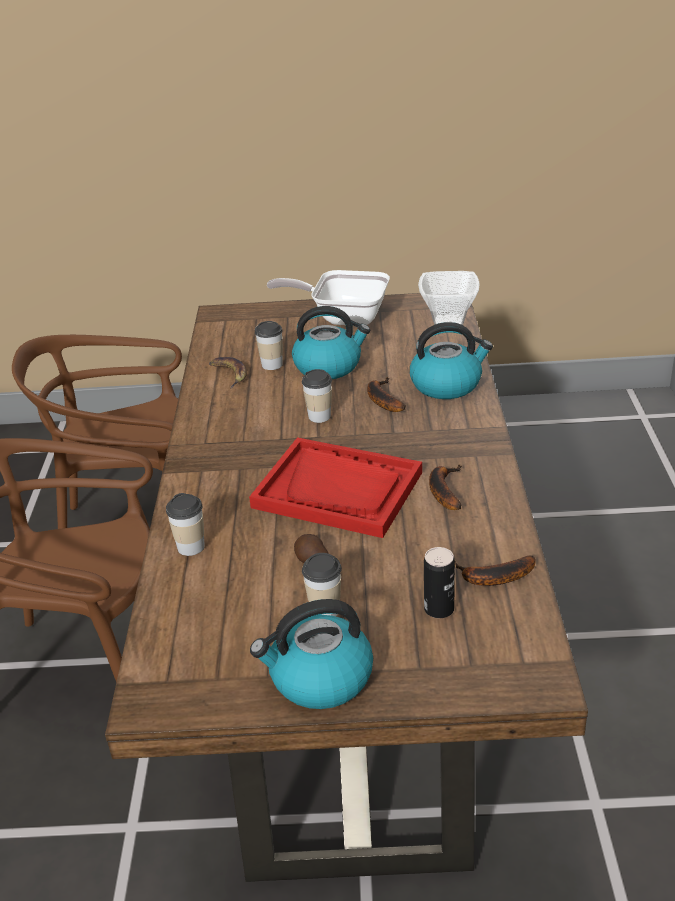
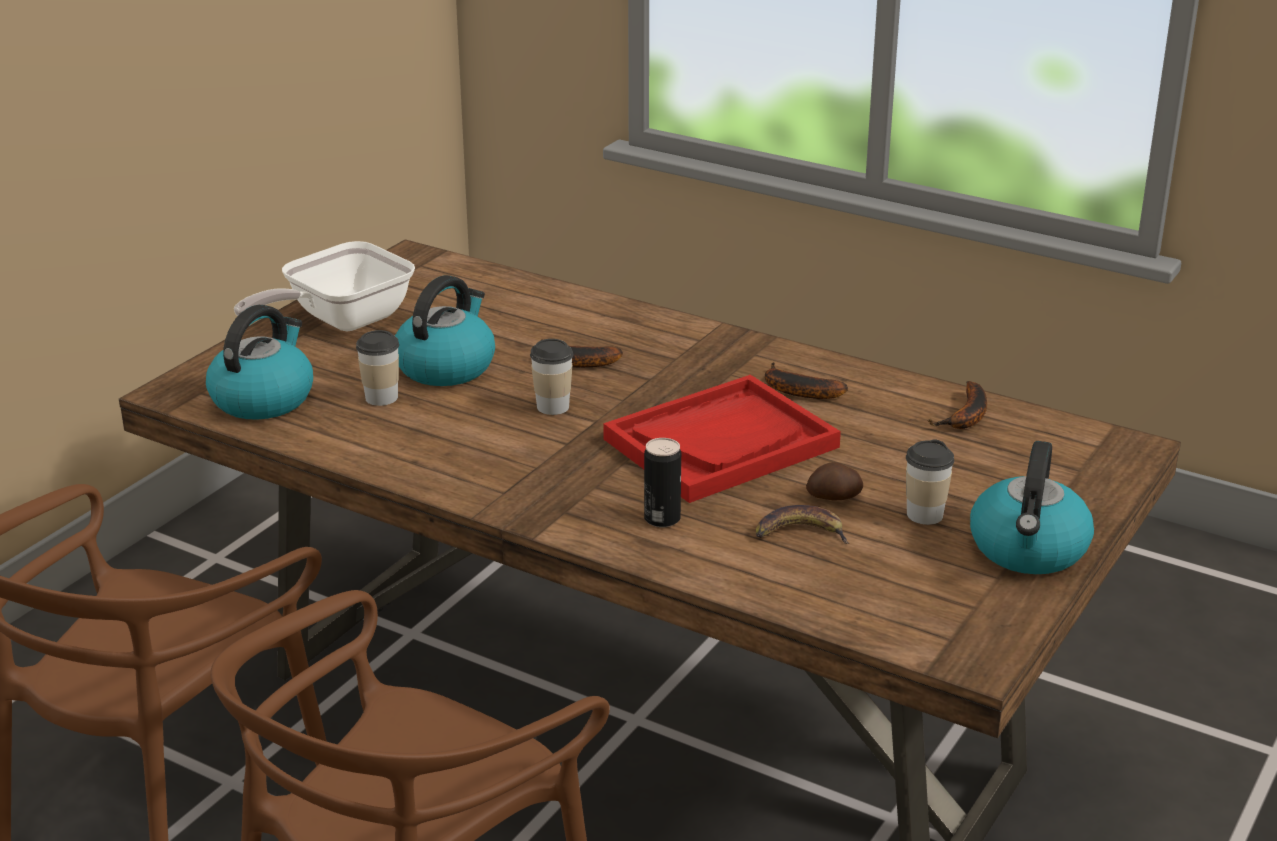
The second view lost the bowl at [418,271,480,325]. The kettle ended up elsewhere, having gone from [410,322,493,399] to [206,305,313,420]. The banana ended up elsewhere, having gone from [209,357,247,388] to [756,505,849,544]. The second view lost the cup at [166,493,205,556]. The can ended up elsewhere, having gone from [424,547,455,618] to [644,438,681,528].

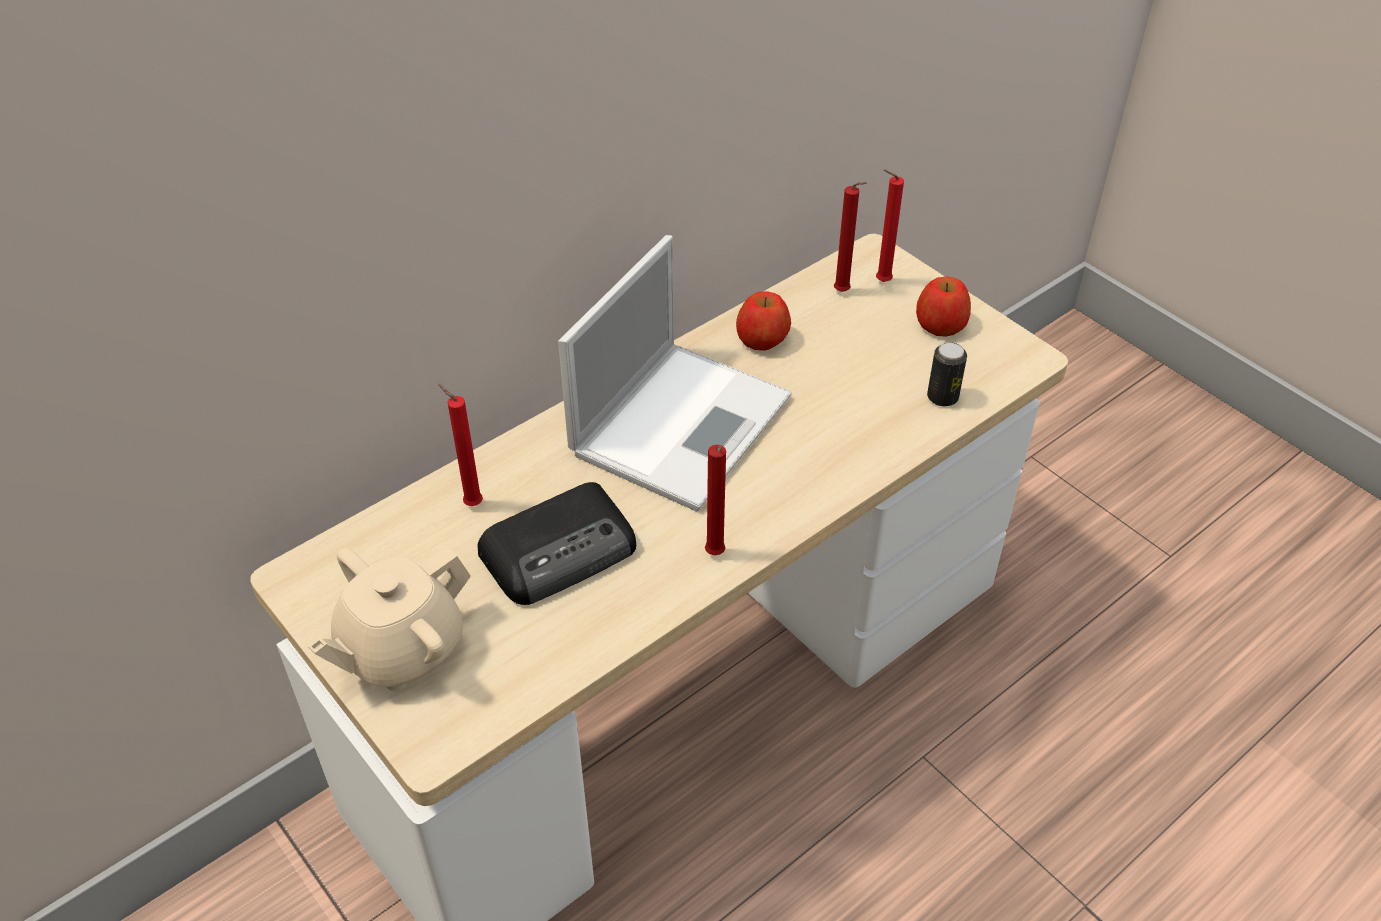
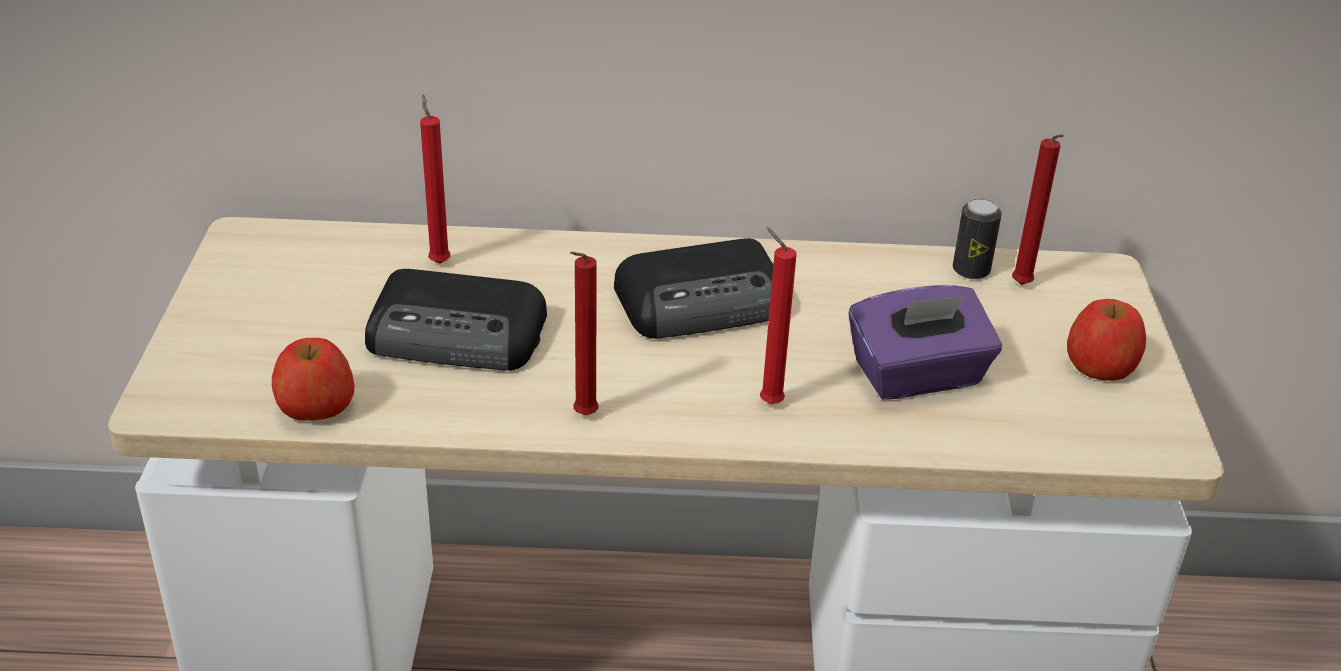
The candle/red ended up elsewhere, having gone from [876,170,904,282] to [760,227,797,404]. Where the laptop stood at [558,235,792,512], the radio came to stand at [614,238,773,339]. The apple ended up elsewhere, having gone from [736,291,791,351] to [272,338,355,421]. The can ended up elsewhere, having gone from [927,342,967,406] to [953,198,1002,279]. The second view lost the teapot/beige at [308,546,471,691]. The second view gained the tissue box/purple at [849,285,1002,400].

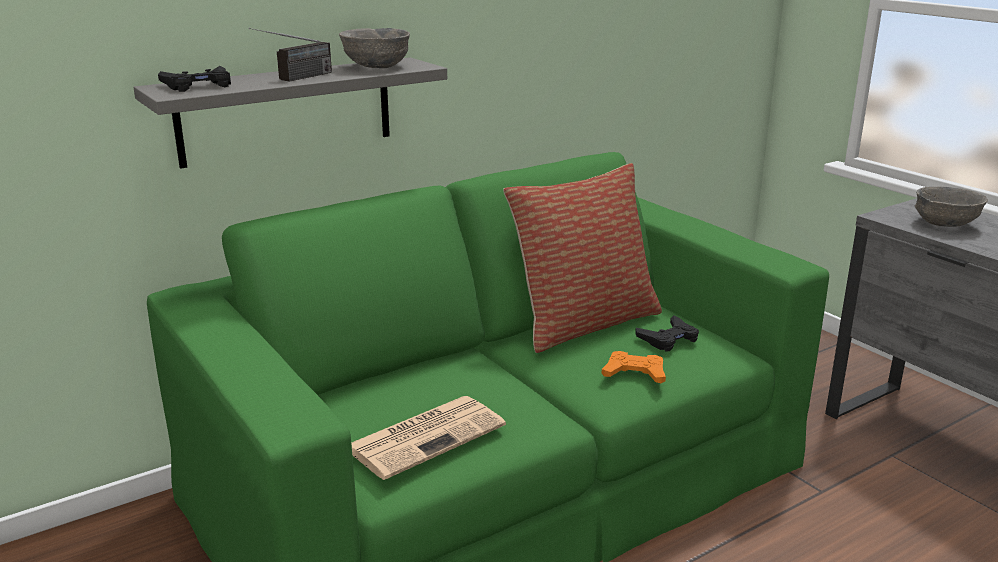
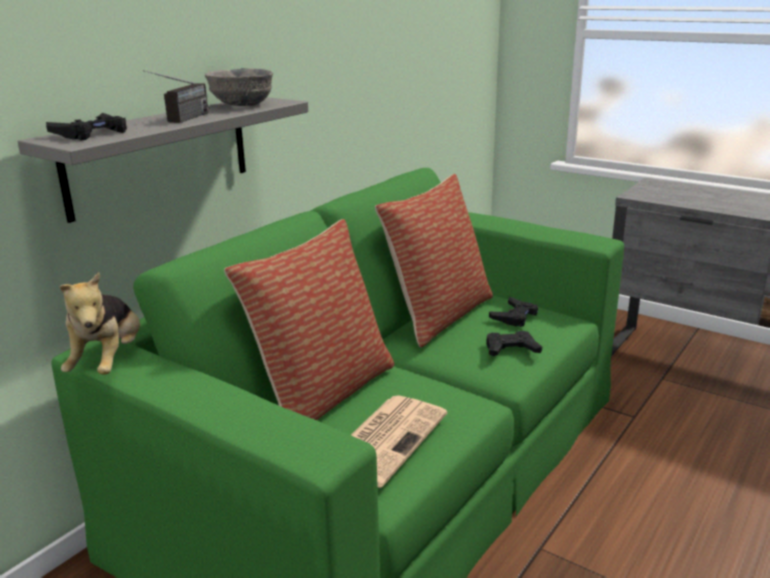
The second view lost the bowl/grey at [915,187,988,227]. What was the game controller/orange at [602,351,666,383] turned into the game controller/black at [486,331,542,356]. The second view gained the pillow at [224,219,394,420]. The second view gained the plush toy at [59,272,140,375].

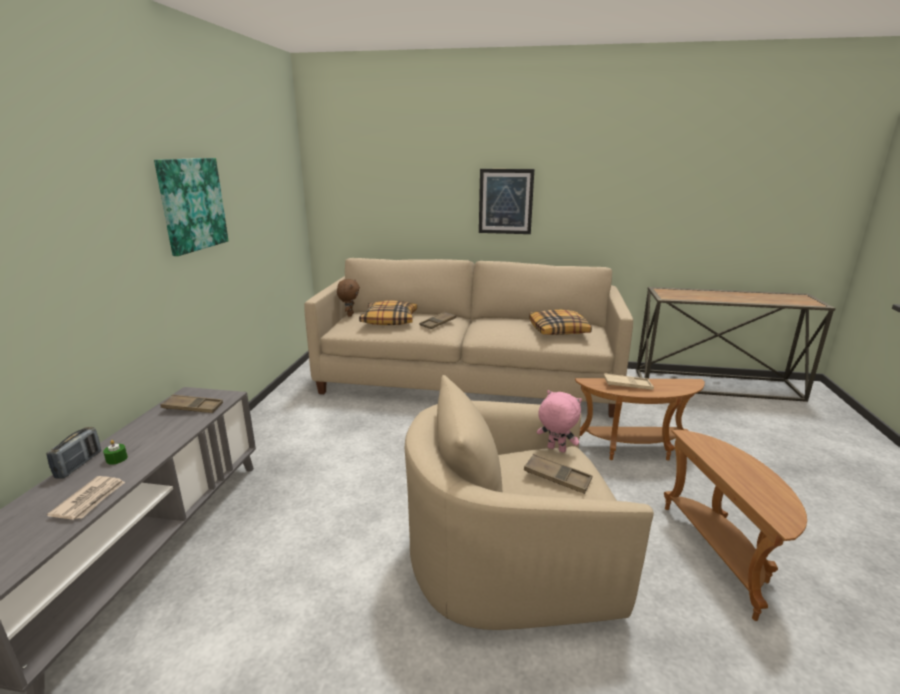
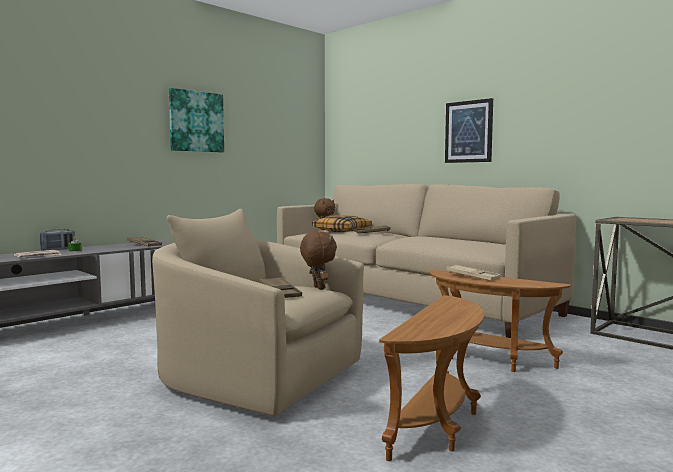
The second view lost the pillow at [529,310,592,335]. What was the plush toy/pink at [537,390,582,453] turned into the plush toy/brown at [300,231,337,290].

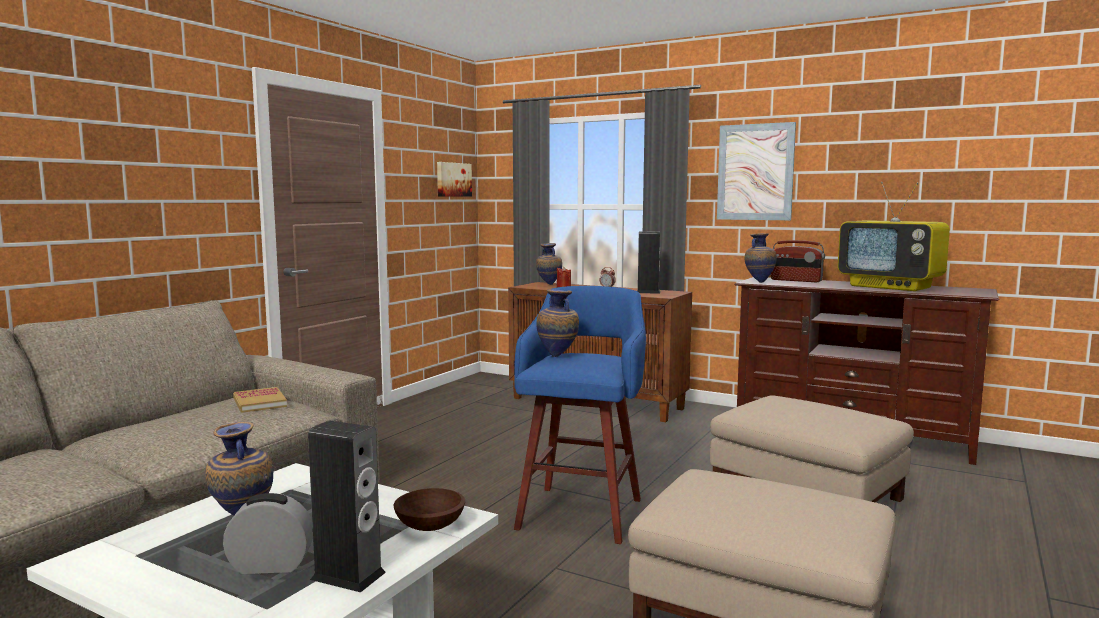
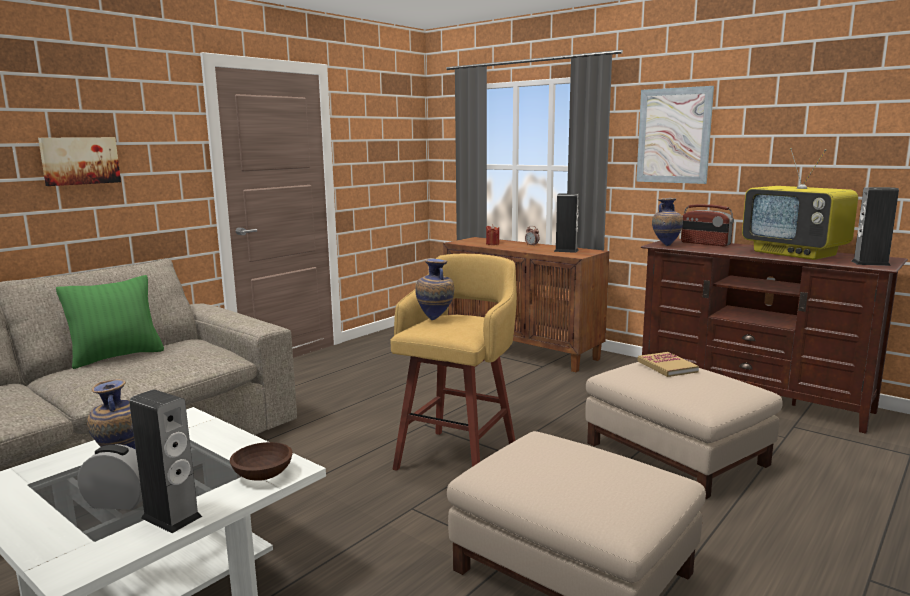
The picture ended up elsewhere, having gone from [437,162,472,197] to [38,137,121,186]. The second view lost the vase at [536,243,562,285]. What was the stool/blue at [514,286,646,544] turned into the stool/yellow at [390,254,517,471]. The book ended up elsewhere, having gone from [233,387,287,413] to [638,352,699,377]. The second view gained the speaker at [852,187,899,266]. The second view gained the pillow/green at [56,275,164,369].

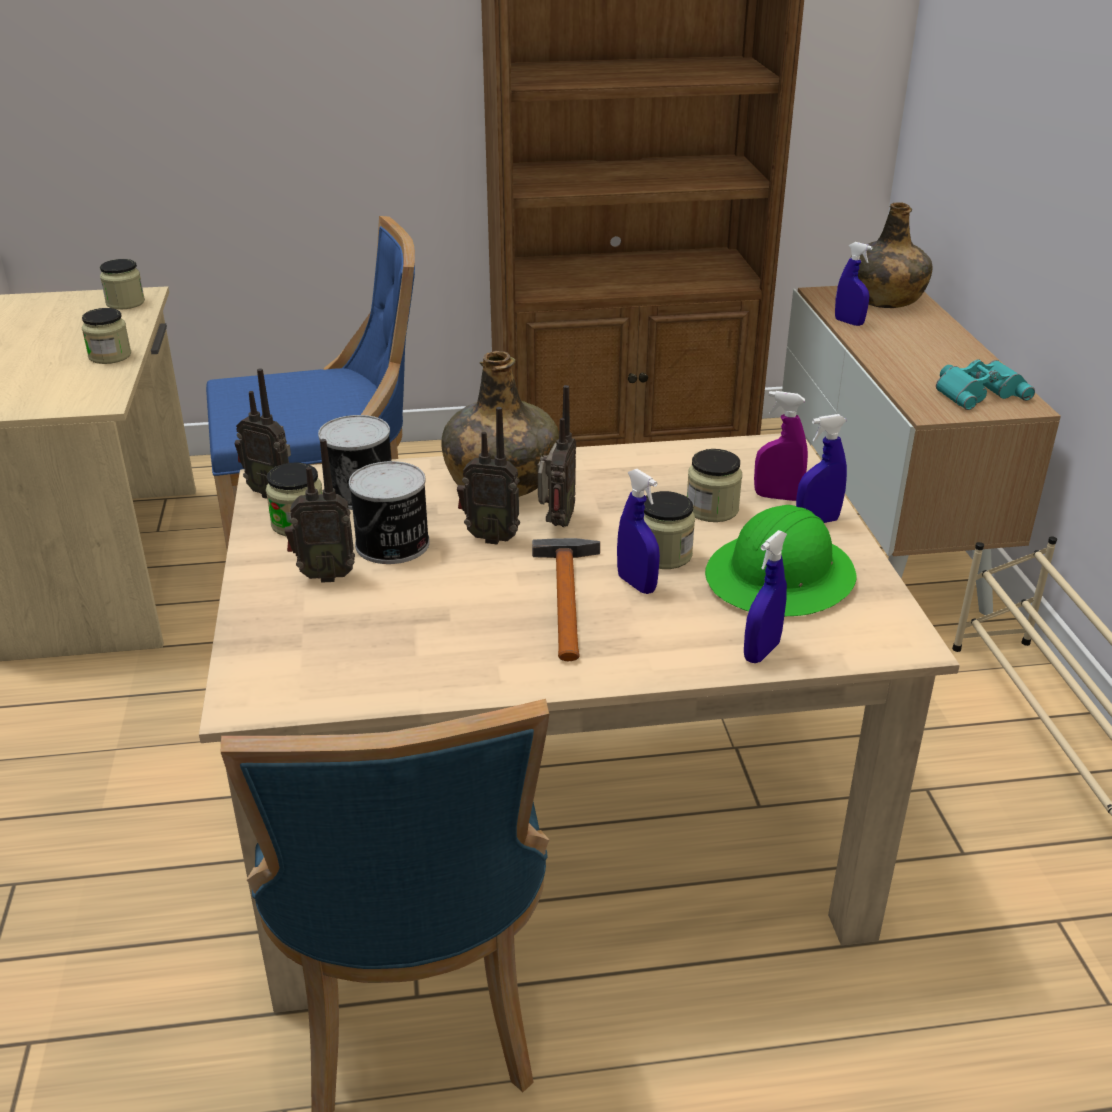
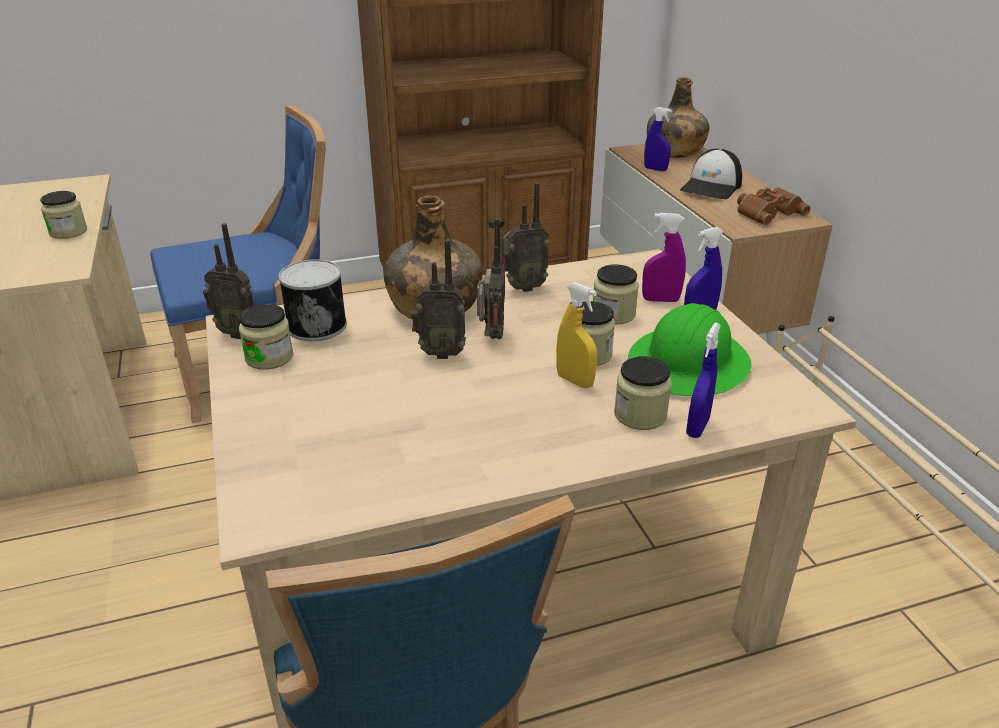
The jar ended up elsewhere, having gone from [100,259,145,310] to [614,356,672,430]. What was the binoculars/turquoise at [936,359,1035,410] turned into the binoculars/brown at [737,187,810,225]. The radio ended up elsewhere, having gone from [285,439,355,583] to [502,183,549,292]. The second view lost the can at [349,461,430,564]. What was the spray bottle/blue at [617,469,660,594] turned into the spray bottle/yellow at [556,282,597,388]. The second view lost the hammer at [532,538,600,661]. The second view gained the cap at [680,149,742,199].

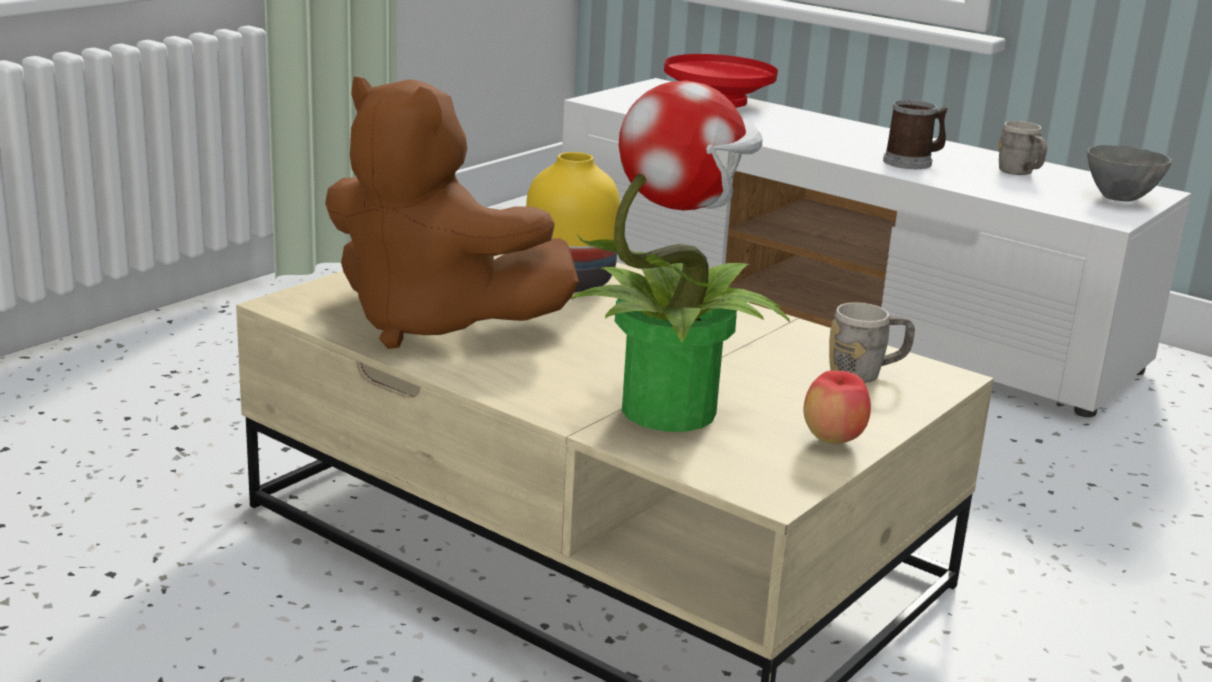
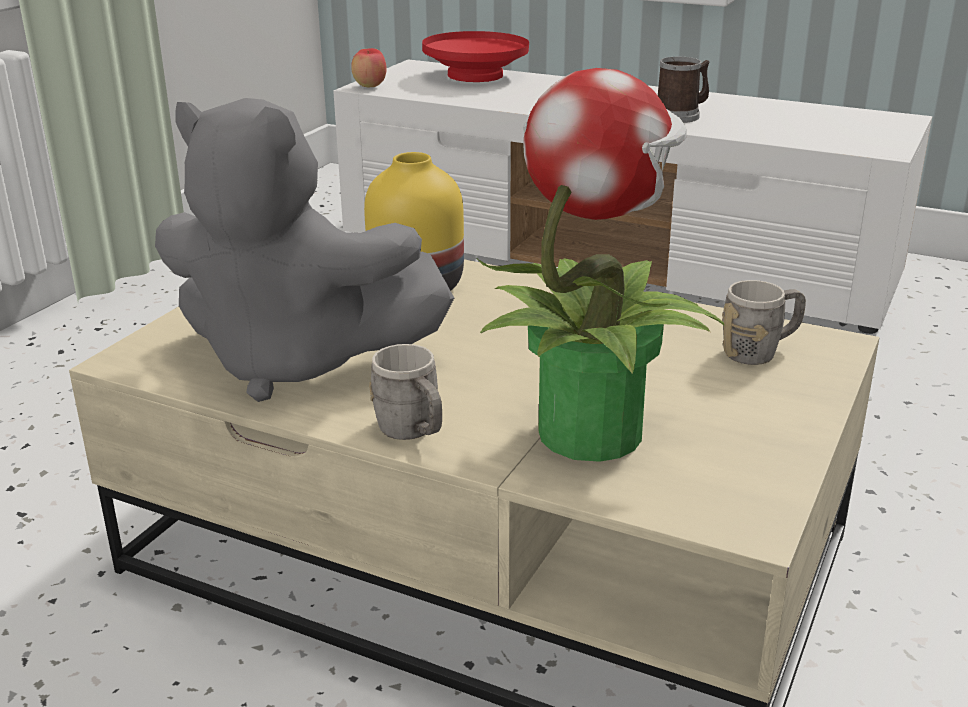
What was the plush toy/brown at [325,77,579,349] turned into the plush toy/grey at [155,98,454,402]. The mug/grey ended up elsewhere, having gone from [998,121,1047,175] to [369,344,442,440]. The second view lost the bowl/grey at [1087,145,1172,201]. The apple ended up elsewhere, having gone from [804,371,871,443] to [351,48,387,87].

